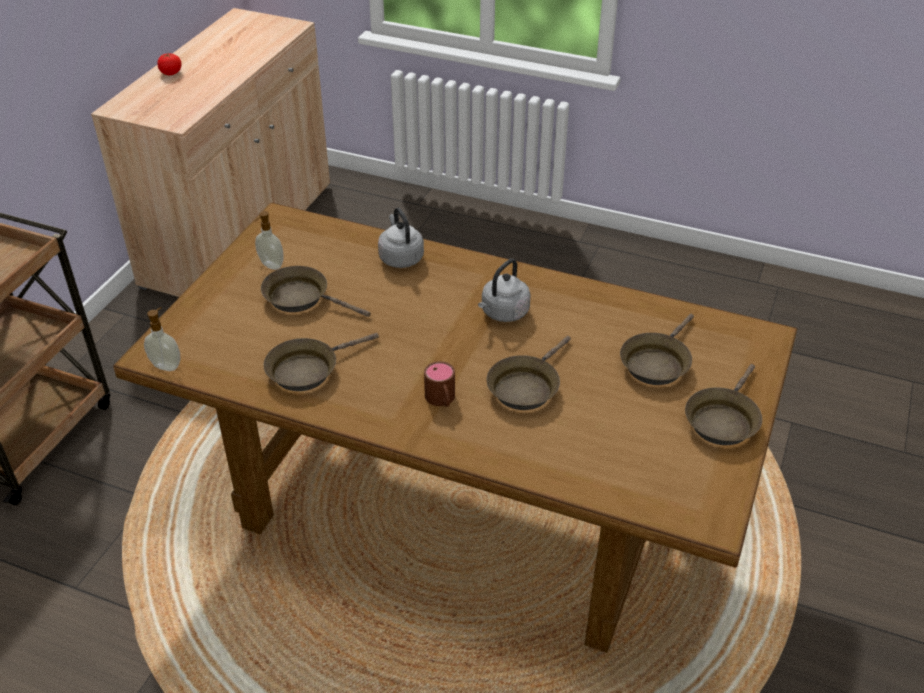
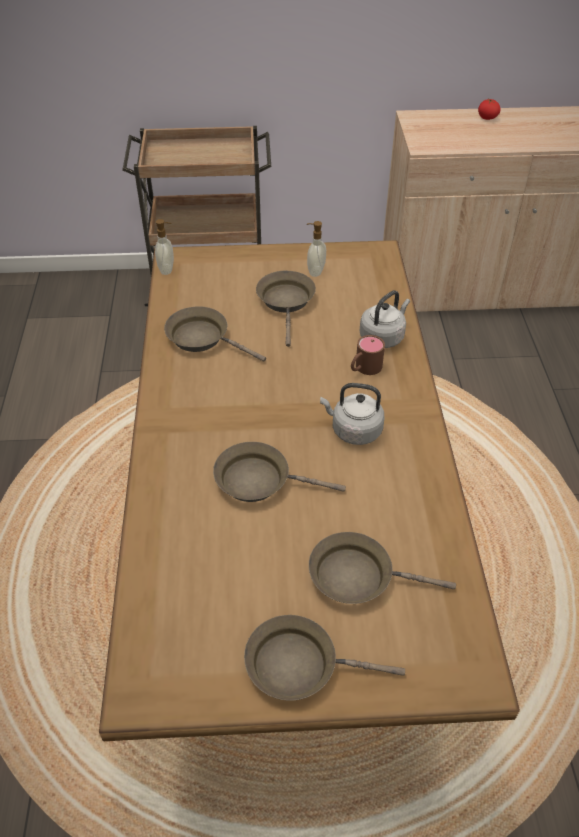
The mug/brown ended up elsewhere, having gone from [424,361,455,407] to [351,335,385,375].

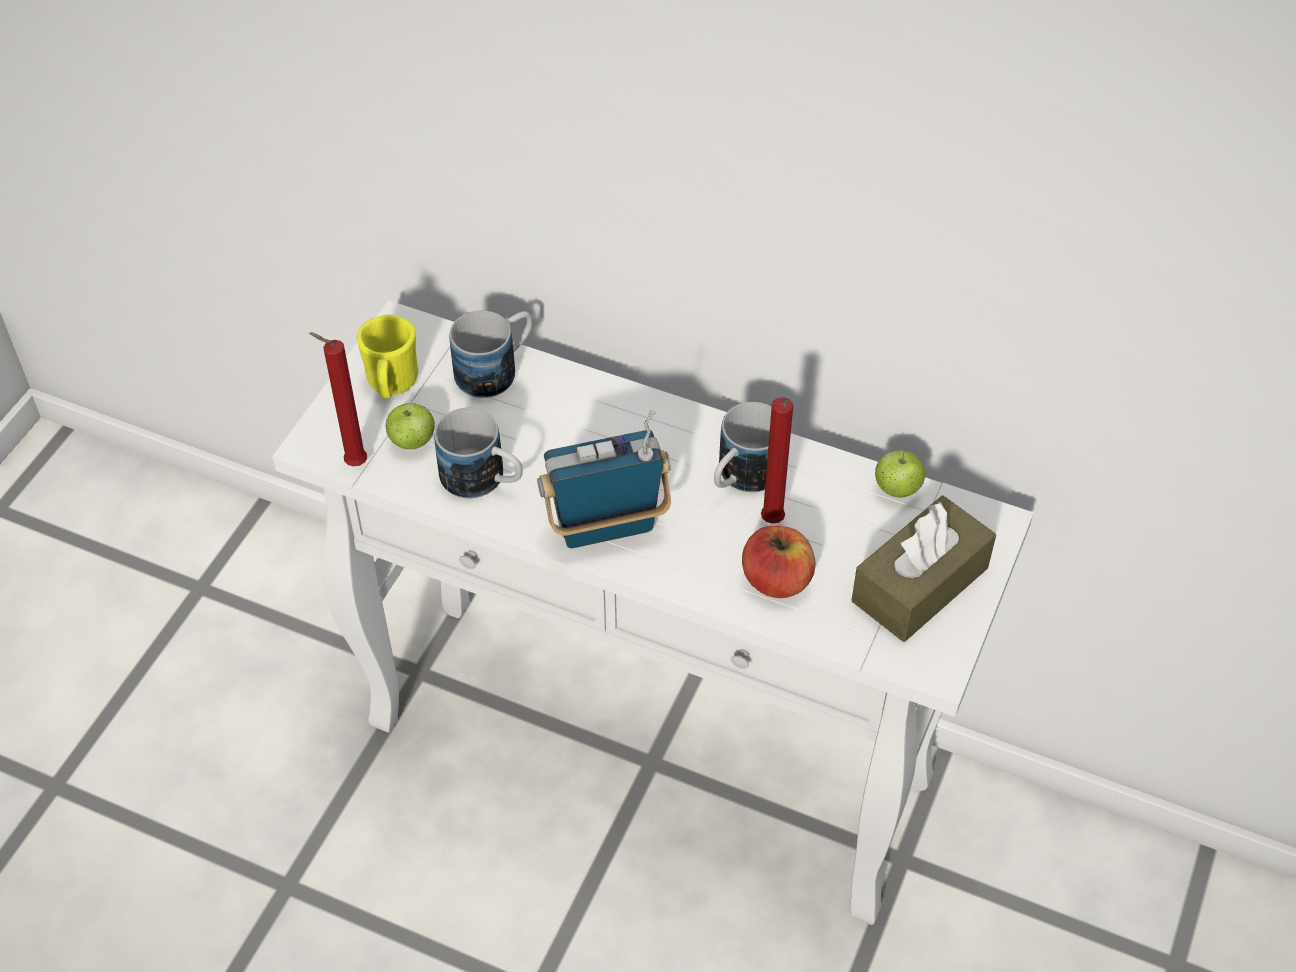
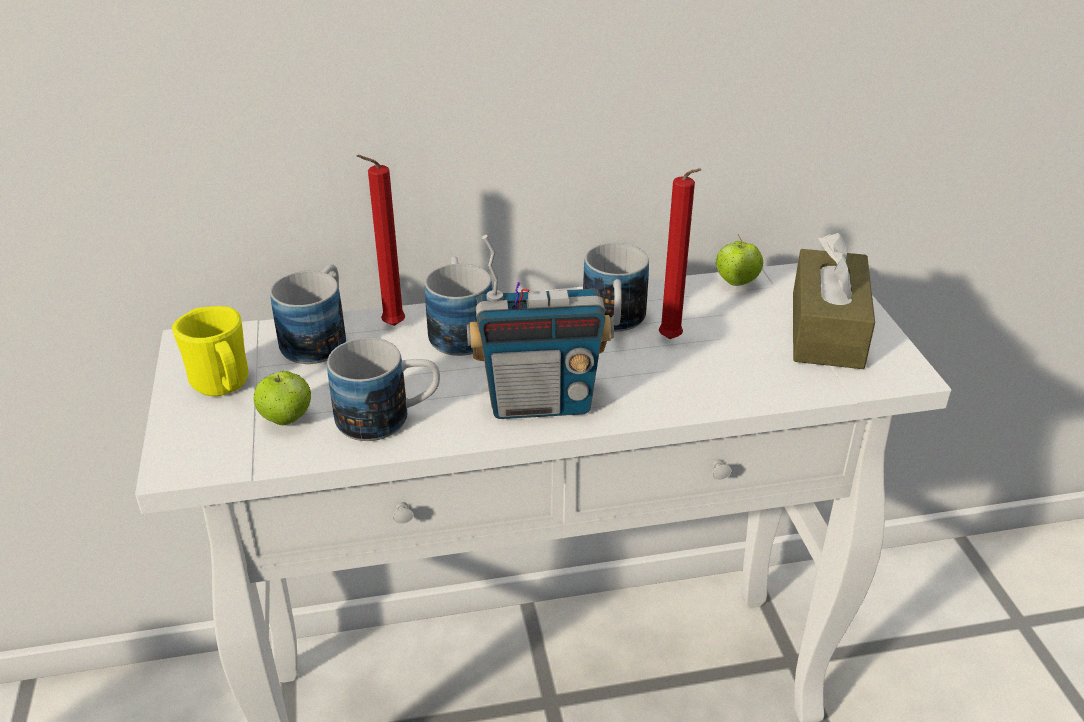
The candle/red ended up elsewhere, having gone from [309,333,367,467] to [357,155,405,326]. The radio at [537,409,671,548] ended up facing another way, 135 degrees counterclockwise from before. The second view lost the apple at [742,526,816,598]. The second view gained the mug at [425,256,492,356].

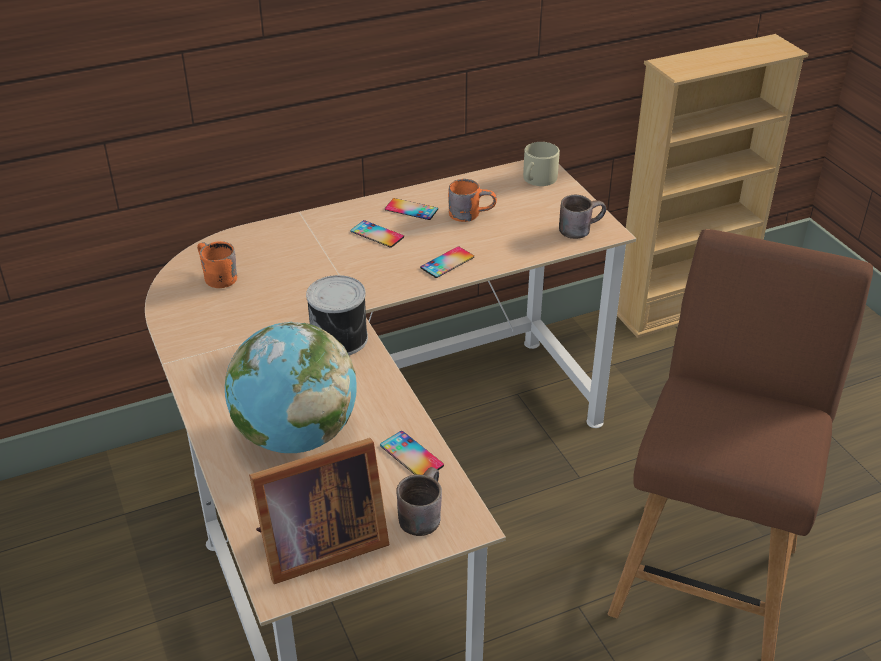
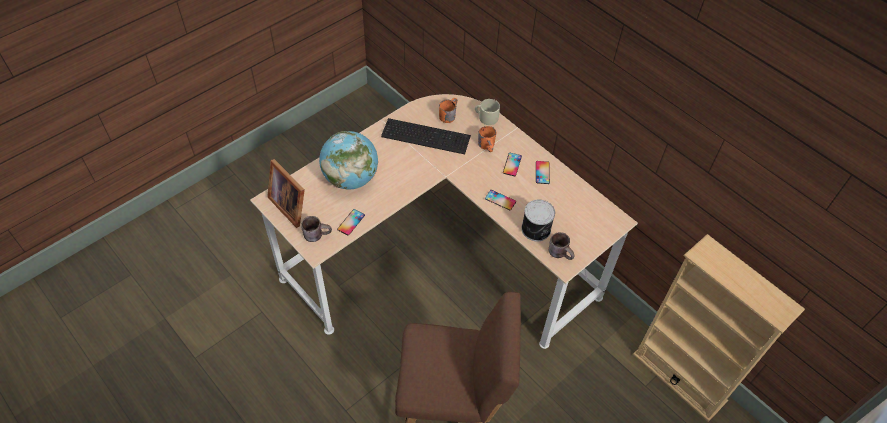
The mug/beige ended up elsewhere, having gone from [523,142,560,186] to [475,99,500,125]. The mug/orange ended up elsewhere, having gone from [448,179,497,222] to [478,126,496,152]. The can ended up elsewhere, having gone from [306,275,368,355] to [521,200,555,241]. The second view gained the keyboard at [381,118,471,154].

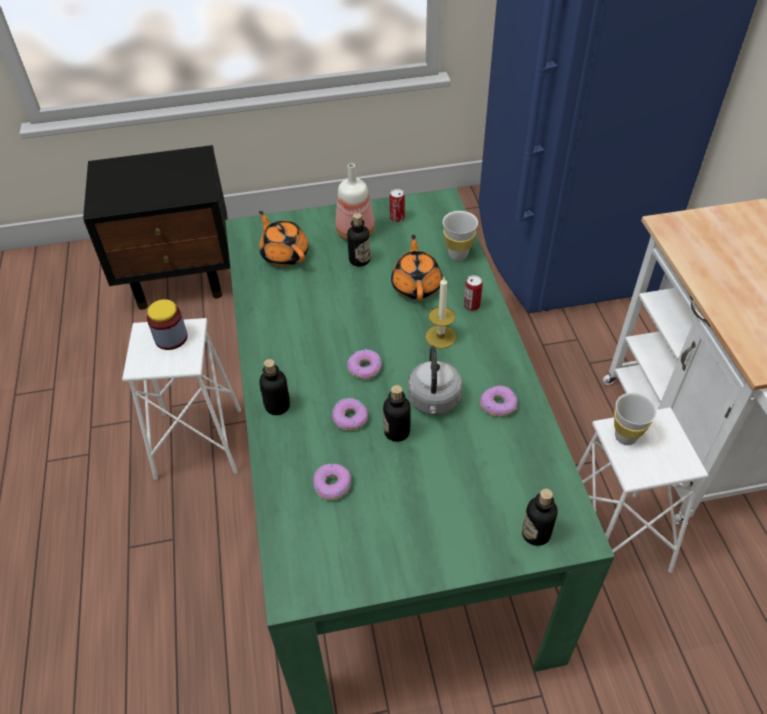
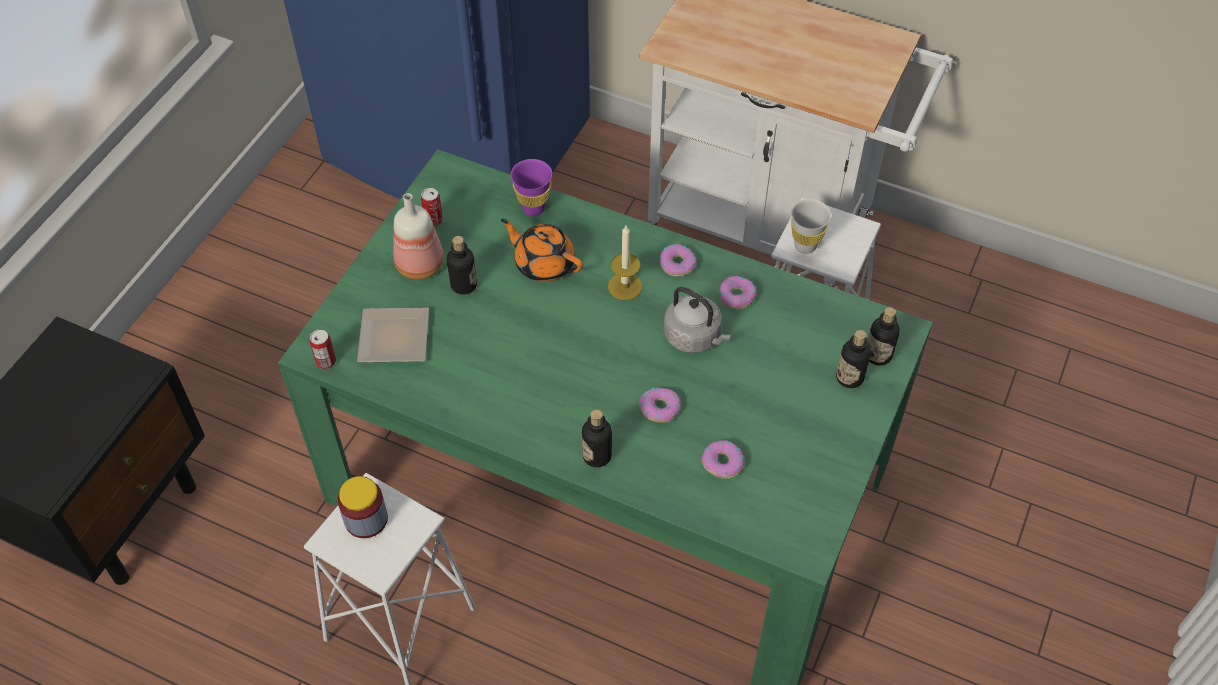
Where the teapot/orange stood at [259,211,309,267], the plate came to stand at [357,308,429,362]. What was the cup/white at [443,211,478,261] turned into the cup/purple at [511,159,552,216]. The can ended up elsewhere, having gone from [464,275,483,311] to [310,330,336,369]. The donut ended up elsewhere, having gone from [347,349,382,380] to [659,244,696,277]. The bottle ended up elsewhere, having gone from [383,385,411,442] to [836,330,871,388].

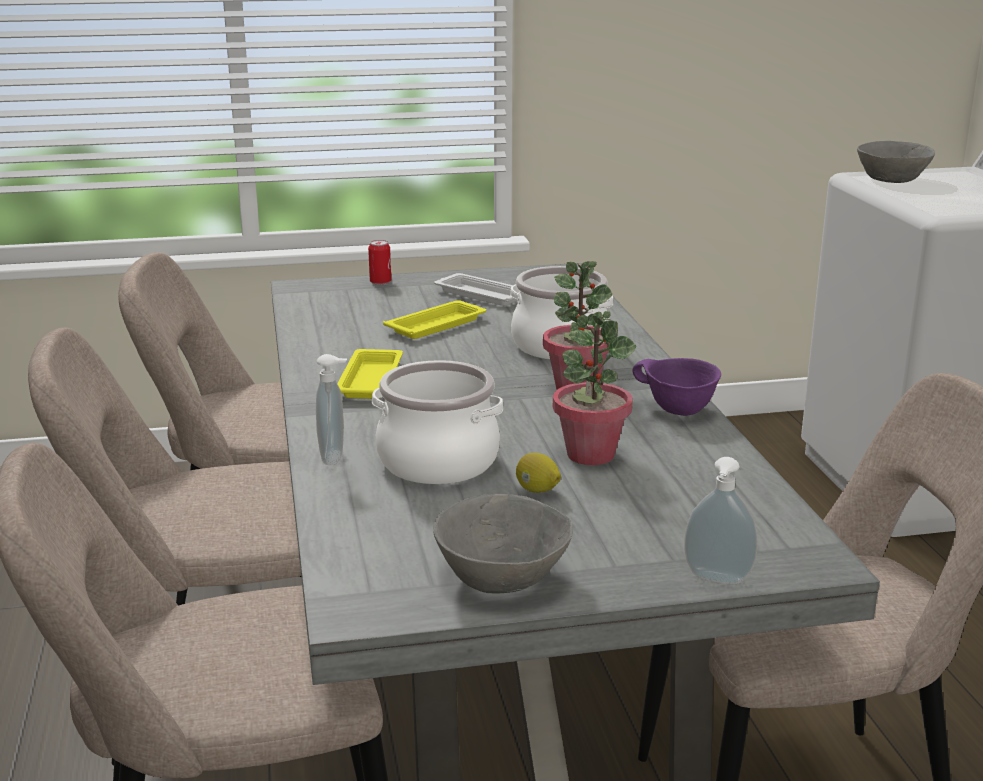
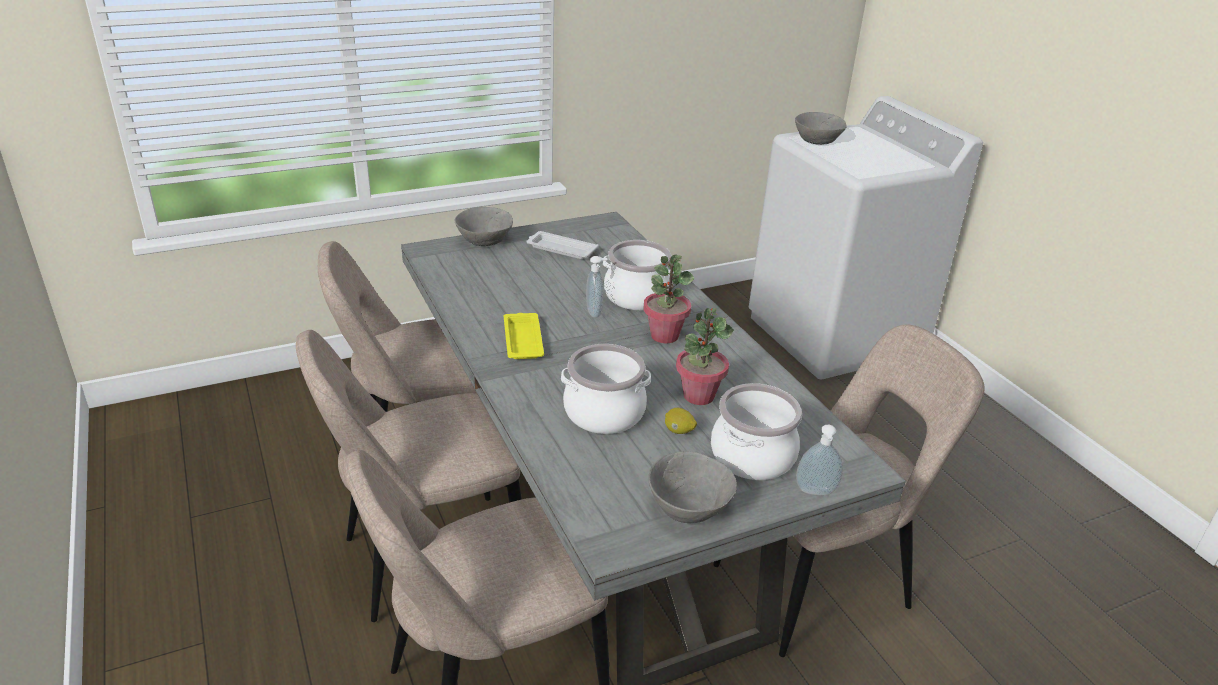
Where the can stood at [368,240,391,285], the bowl/grey came to stand at [454,207,513,246]. The second view lost the tray/yellow at [383,300,486,339]. The soap dispenser ended up elsewhere, having gone from [316,354,347,465] to [586,256,607,318]. The second view lost the bowl/purple at [632,358,721,416]. The second view gained the cooking pot at [711,383,802,480].

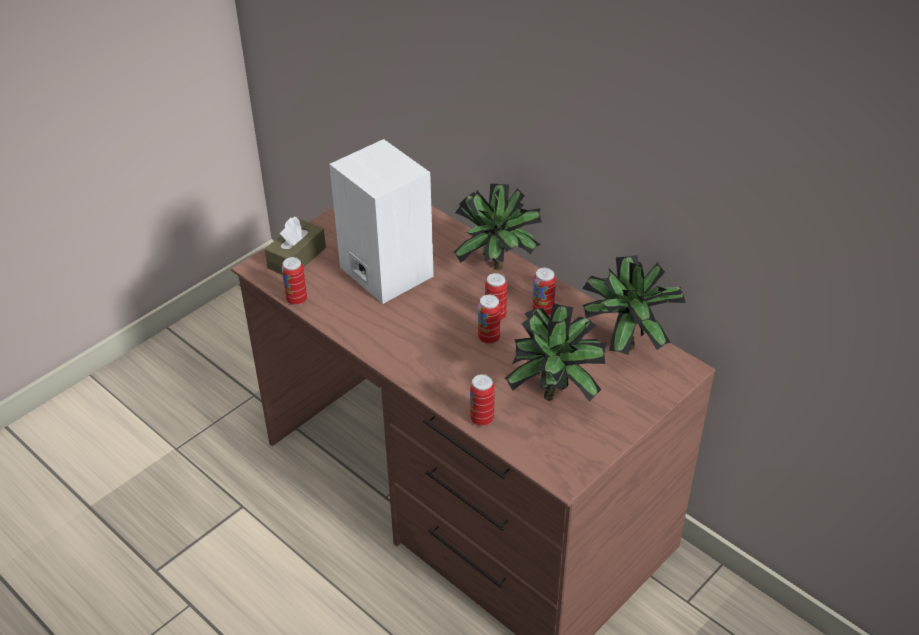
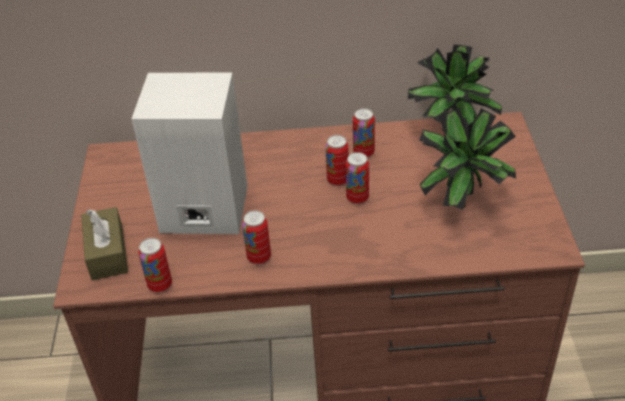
The second view lost the potted plant at [454,184,542,270]. The can ended up elsewhere, having gone from [470,374,495,426] to [242,210,271,264].

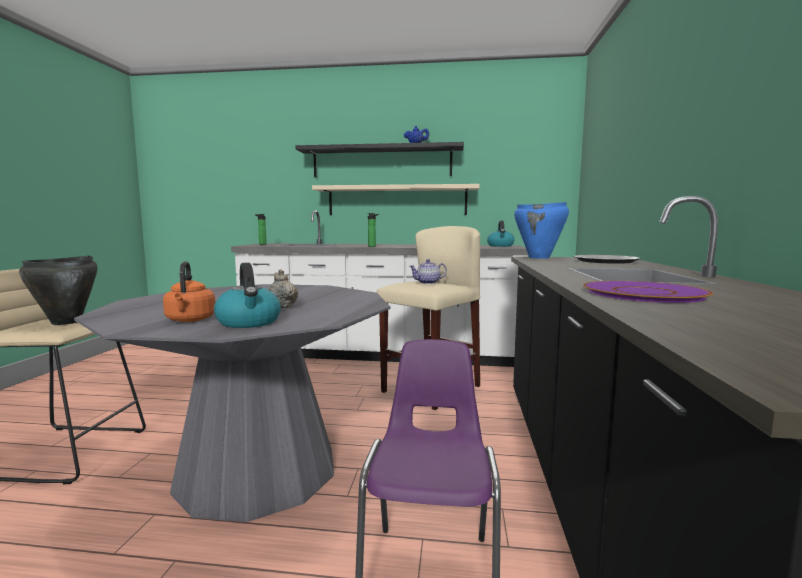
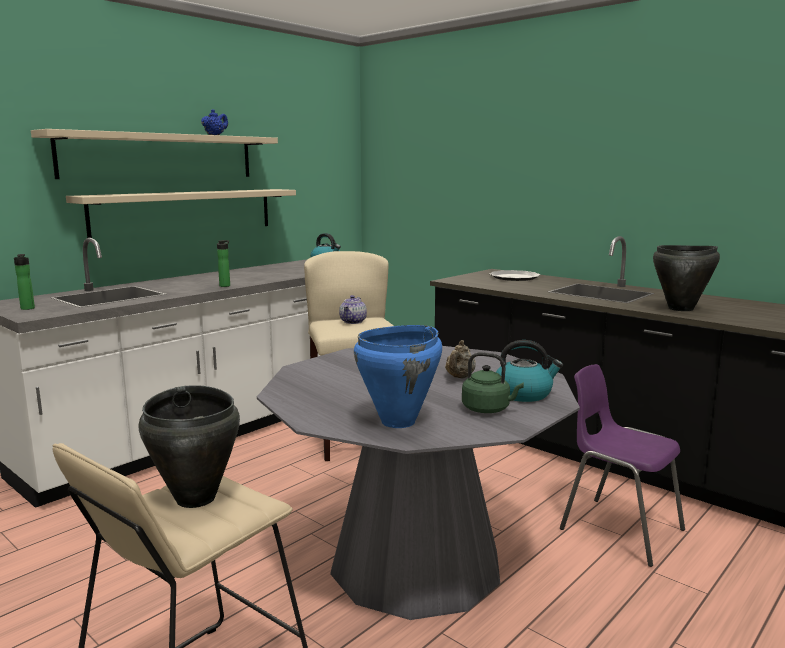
What was the shelf/black at [295,142,464,177] turned into the shelf/beige at [31,129,278,179]. The cooking pot/blue ended up elsewhere, having gone from [514,202,569,259] to [354,325,442,428]. What was the kettle/orange at [163,261,215,322] turned into the kettle/green at [462,352,524,413]. The teapot/beige at [269,269,298,308] ended up facing another way, 75 degrees counterclockwise from before. Where the plate/purple stood at [583,281,713,303], the cooking pot/black came to stand at [653,245,720,311].

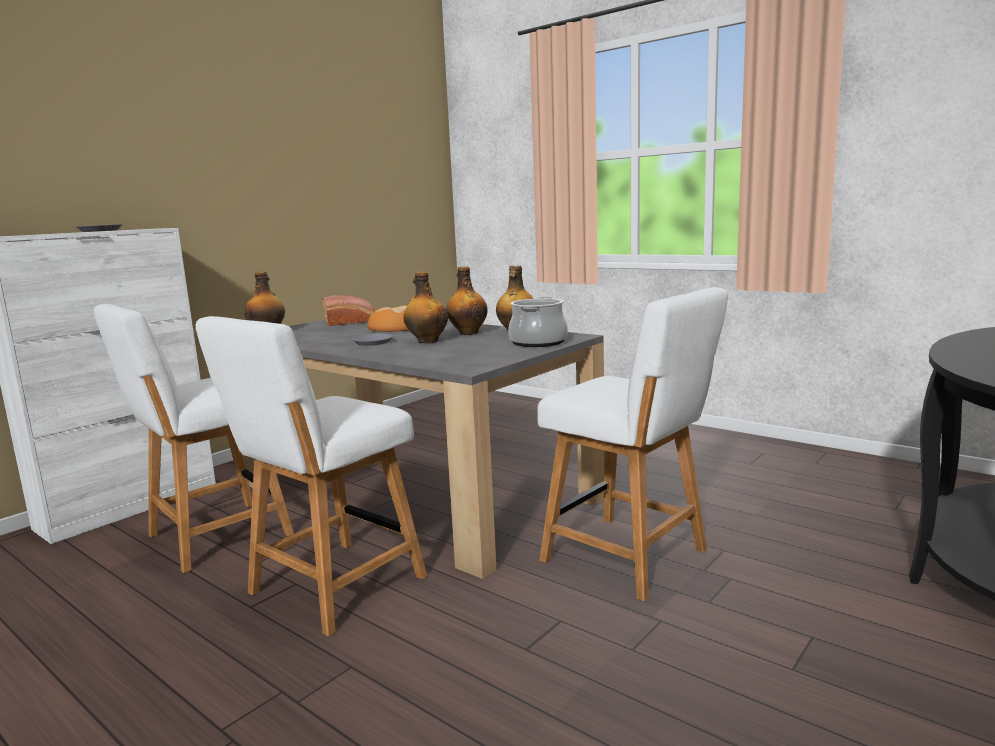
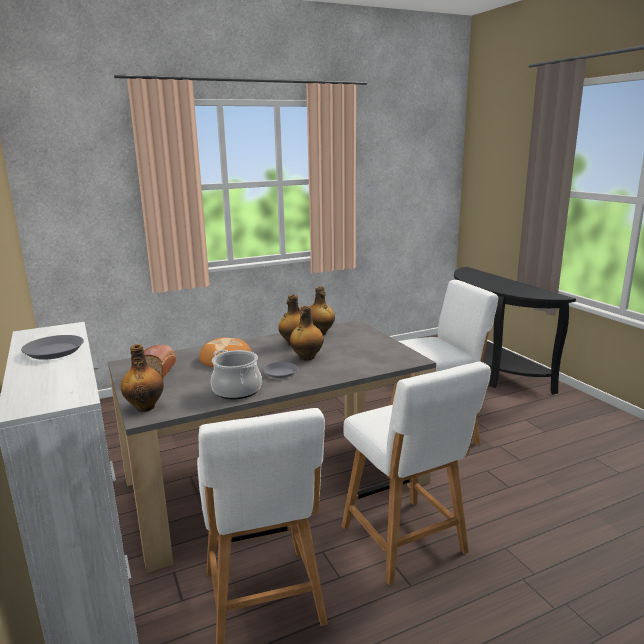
The cooking pot ended up elsewhere, having gone from [508,296,568,347] to [211,349,262,399].

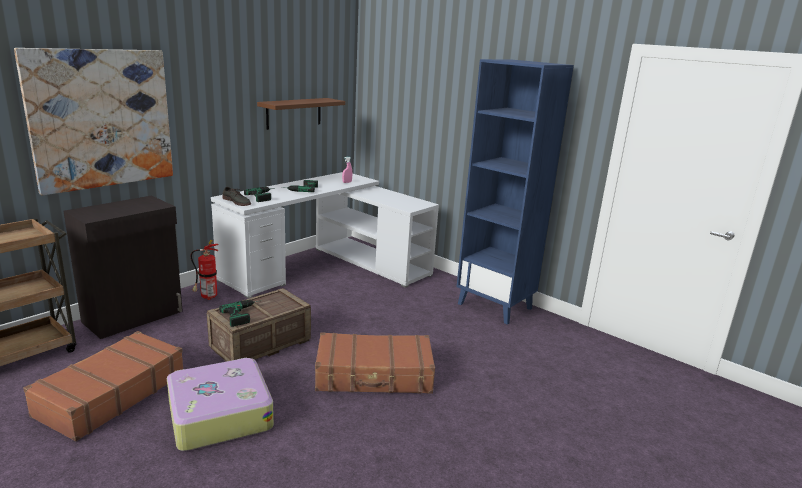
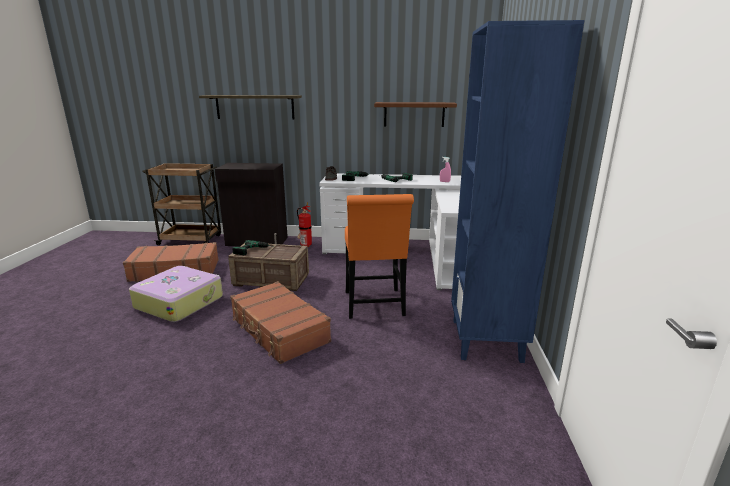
Where the picture hung at [14,48,173,195], the shelf came to hang at [199,95,302,119]. The second view gained the chair/orange at [345,194,414,319].

